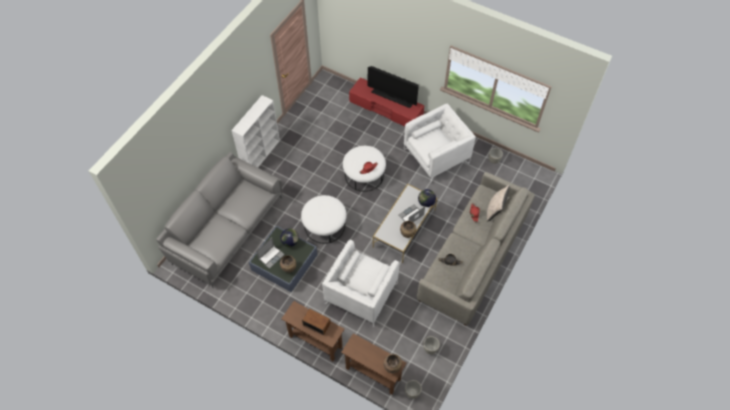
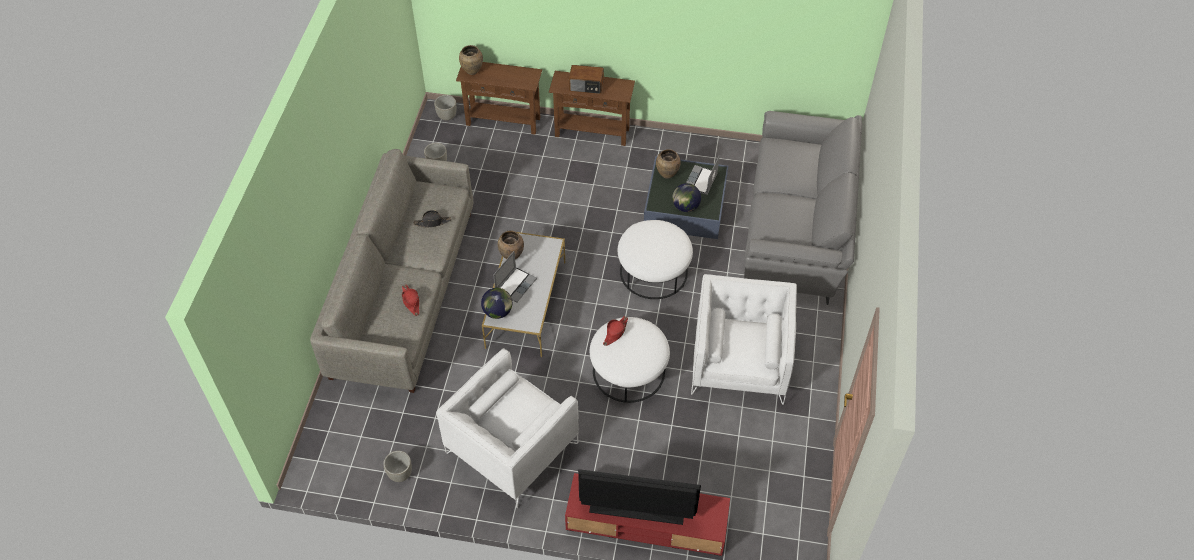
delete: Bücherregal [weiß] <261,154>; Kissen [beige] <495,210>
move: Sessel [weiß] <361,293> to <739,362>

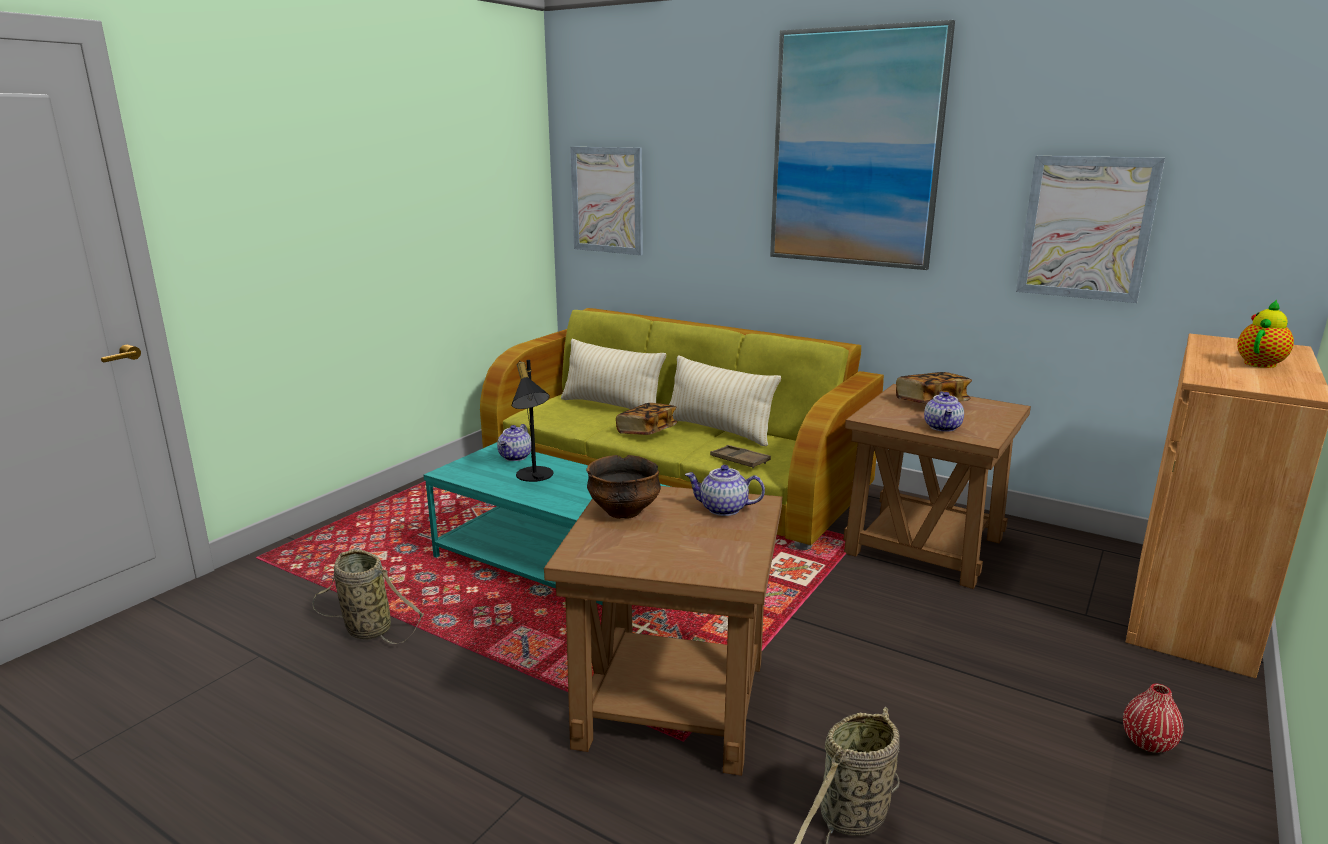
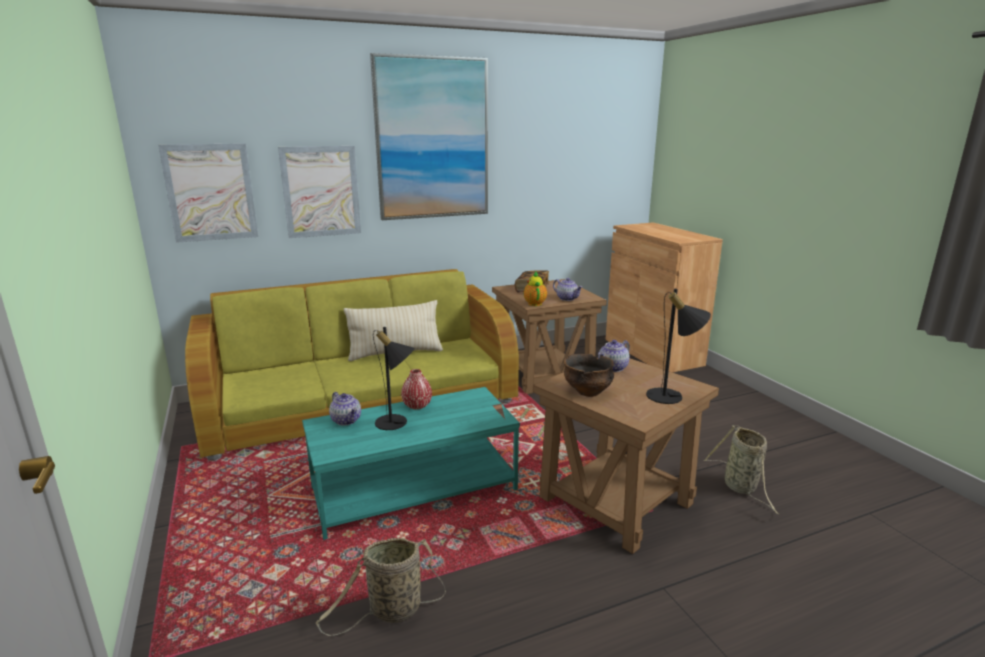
delete: Kissen [beige] <612,406>; Buch <646,431>; Tablett [braun] <739,460>
insert: Tischlampe [schwarz] <671,397>
move: Bild <1086,228> to <321,191>; Vase [rot] <1148,743> to <417,405>; Teekanne <1261,363> to <534,303>

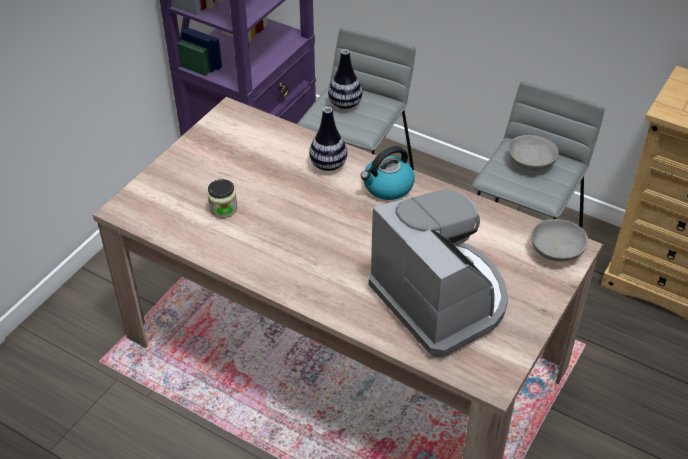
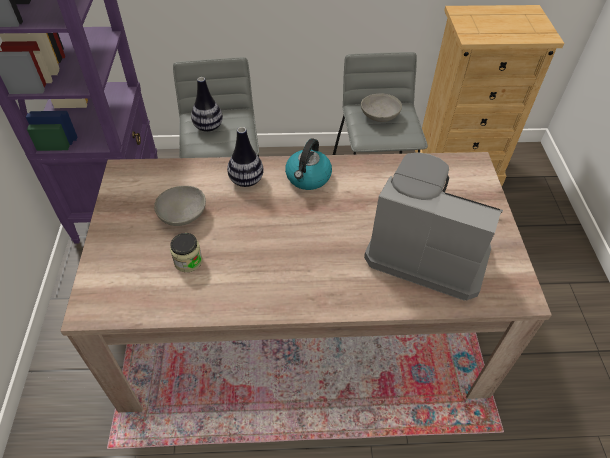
move: Schüssel [grau] <556,251> to <182,215>

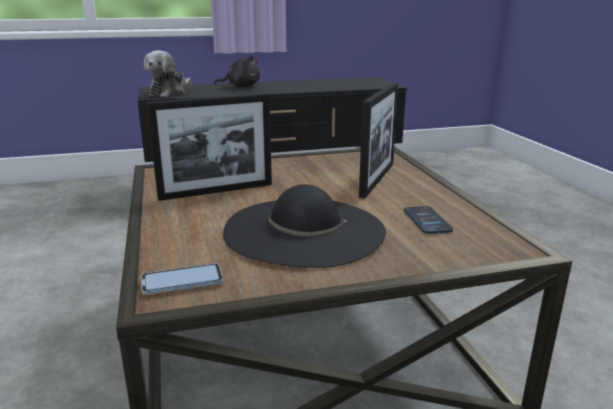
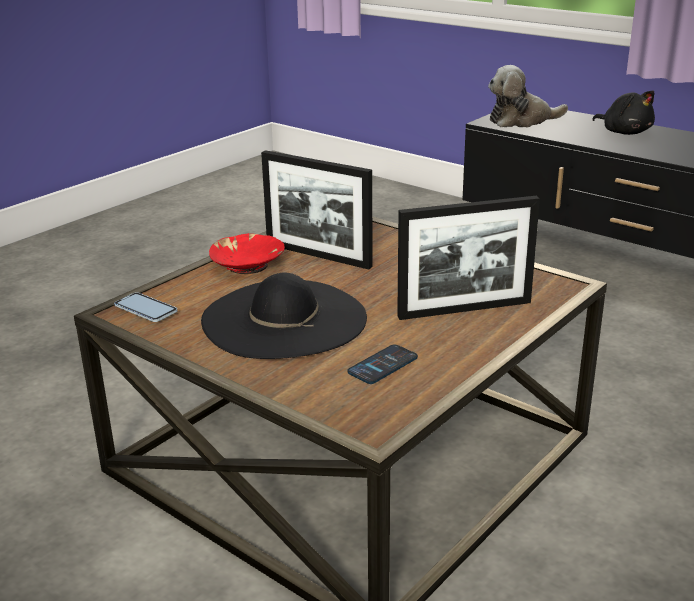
insert: Schüssel [rot] <248,265>

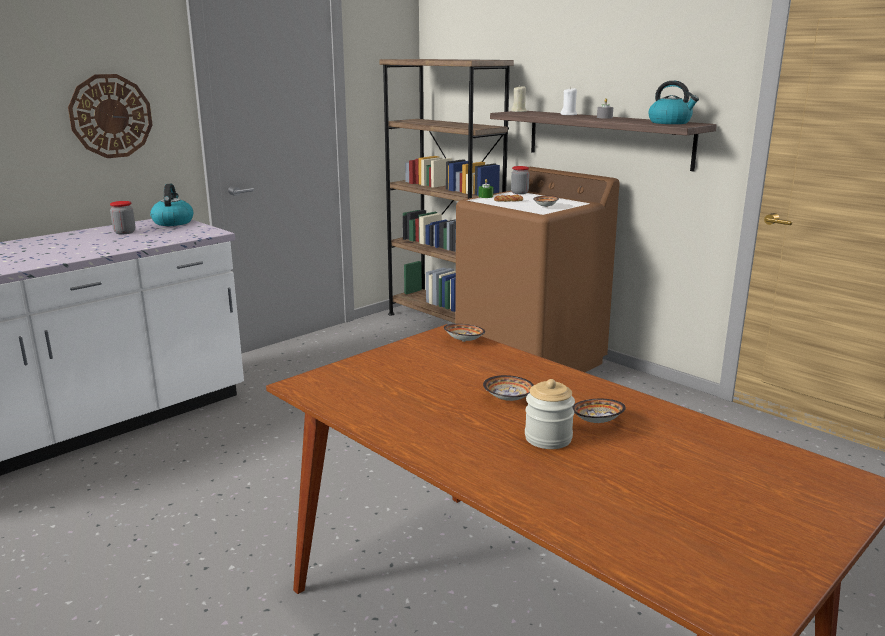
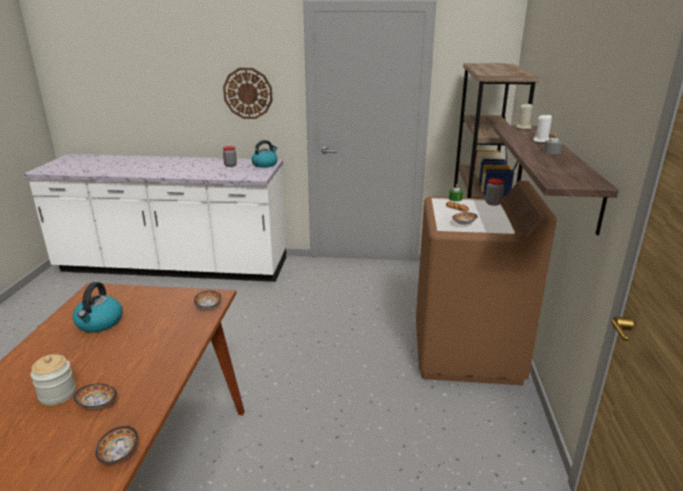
move: Wasserkessel <670,122> to <99,323>; Schüssel <508,399> to <119,454>

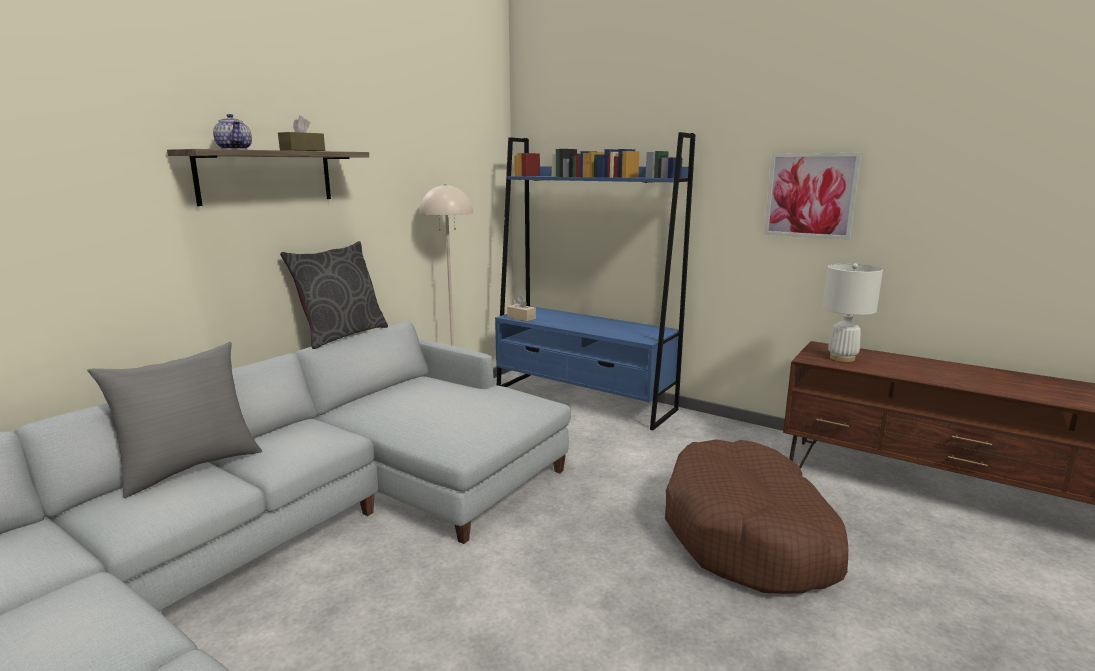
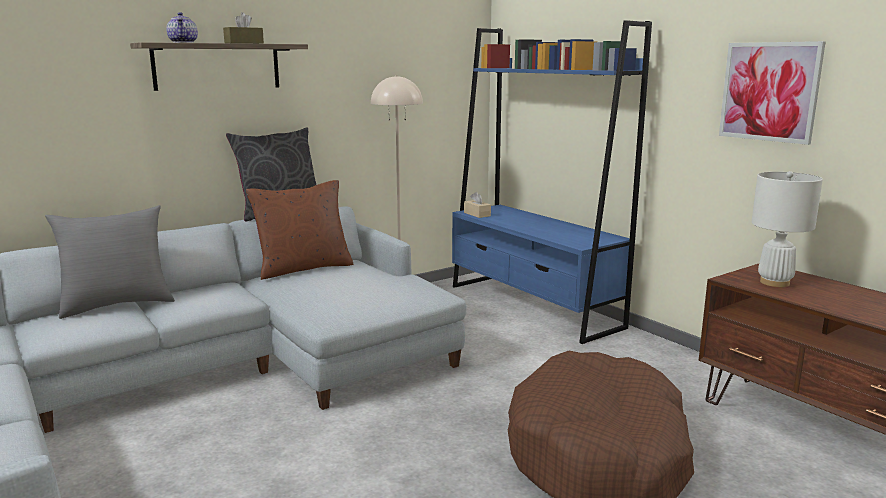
insert: Kissen [braun] <303,268>

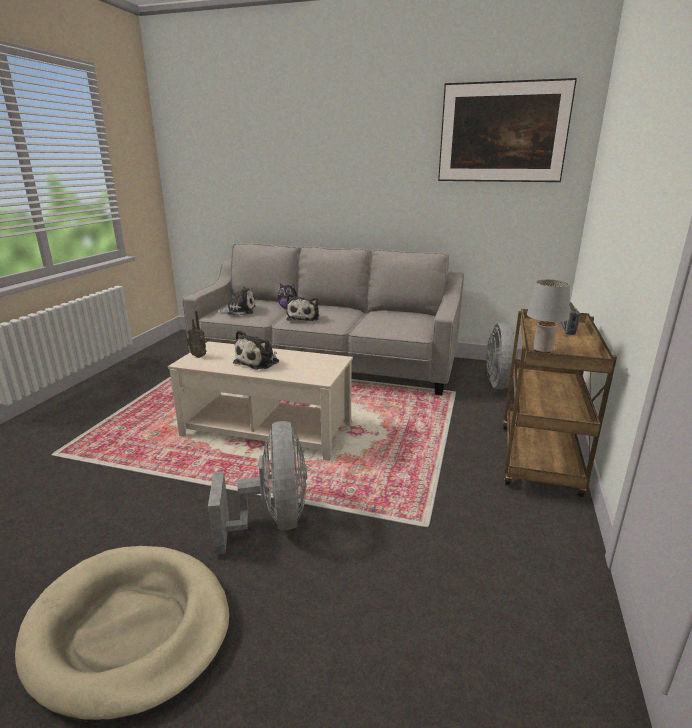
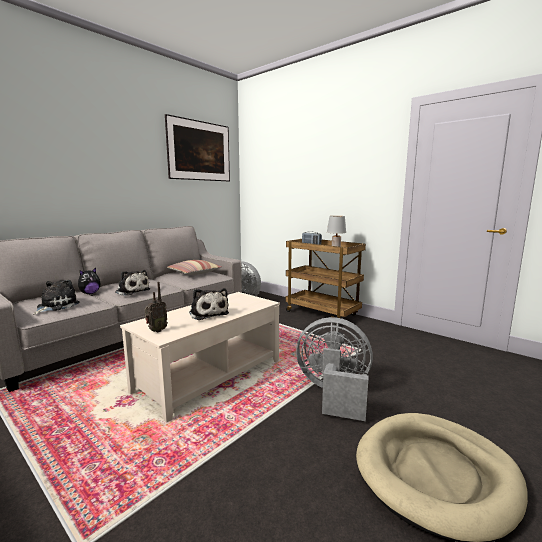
insert: Kissen <194,273>

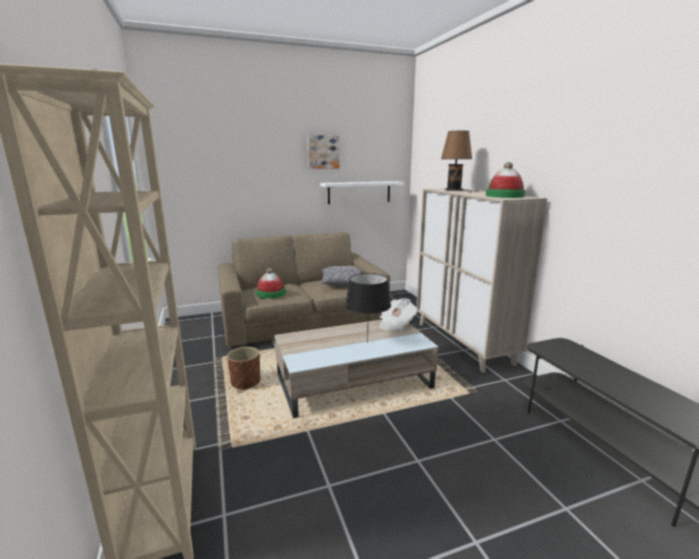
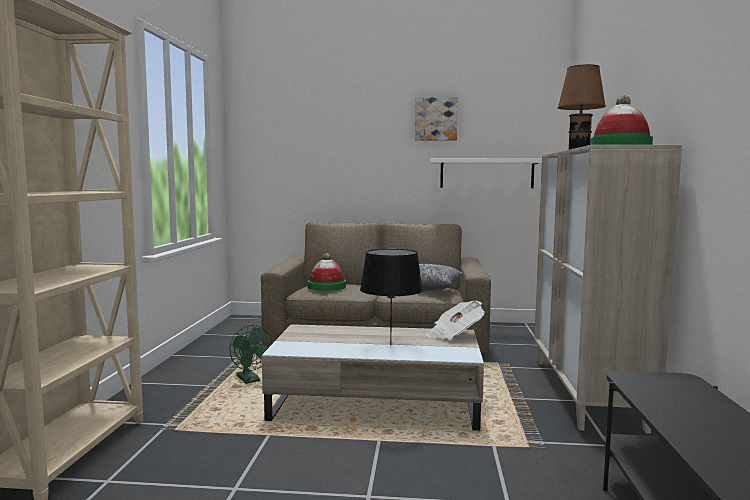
replace: Pflanzkübel [braun] <245,382> to Ventilator [grün] <250,380>

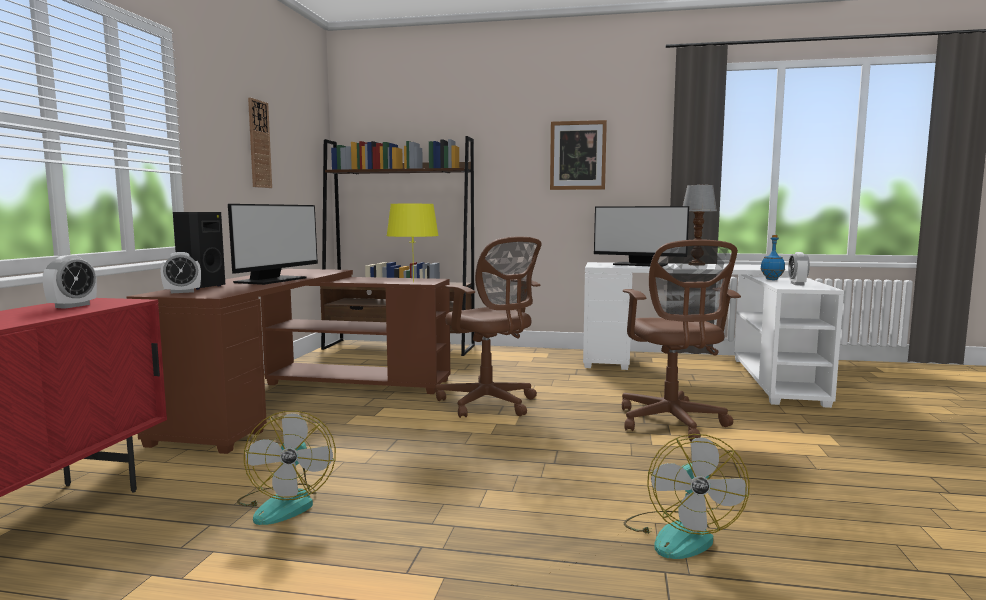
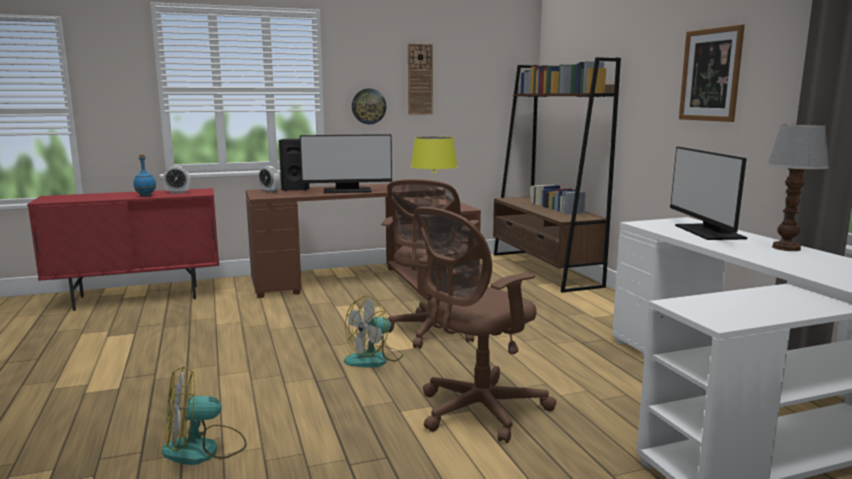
delete: Wecker <797,284>
insert: Wanduhr <368,106>
move: Flasche [blau] <771,279> to <145,196>; Ventilator <285,503> to <374,359>

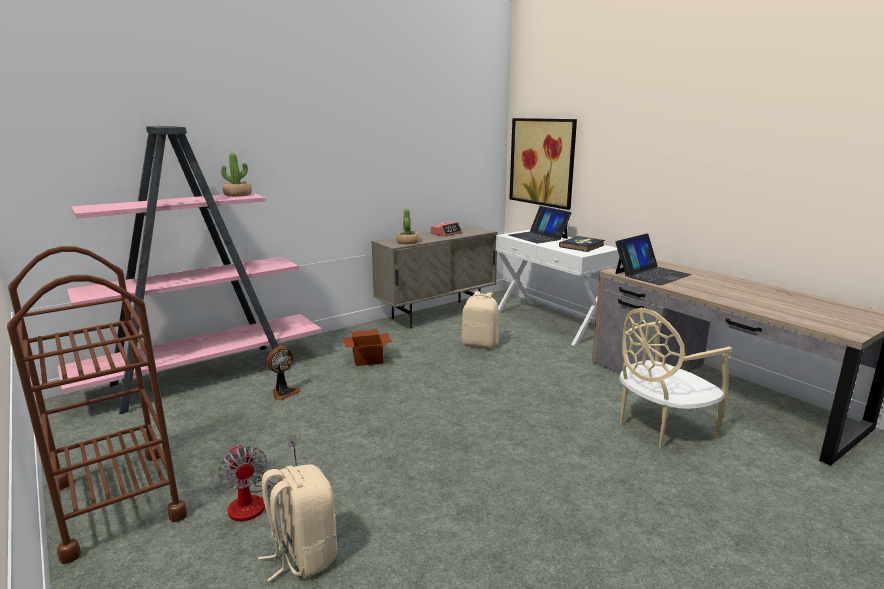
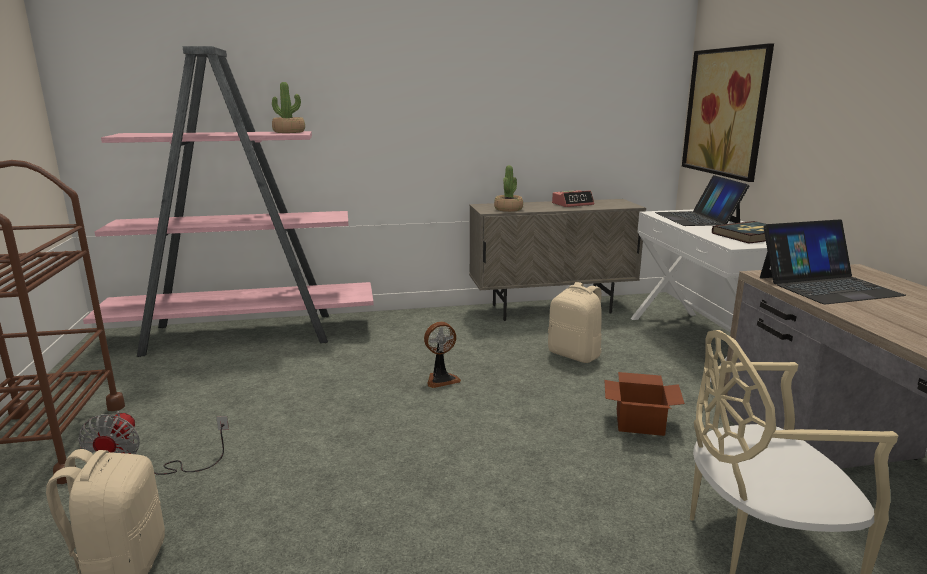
move: Ventilator <284,392> to <441,379>; Karton <368,358> to <640,421>

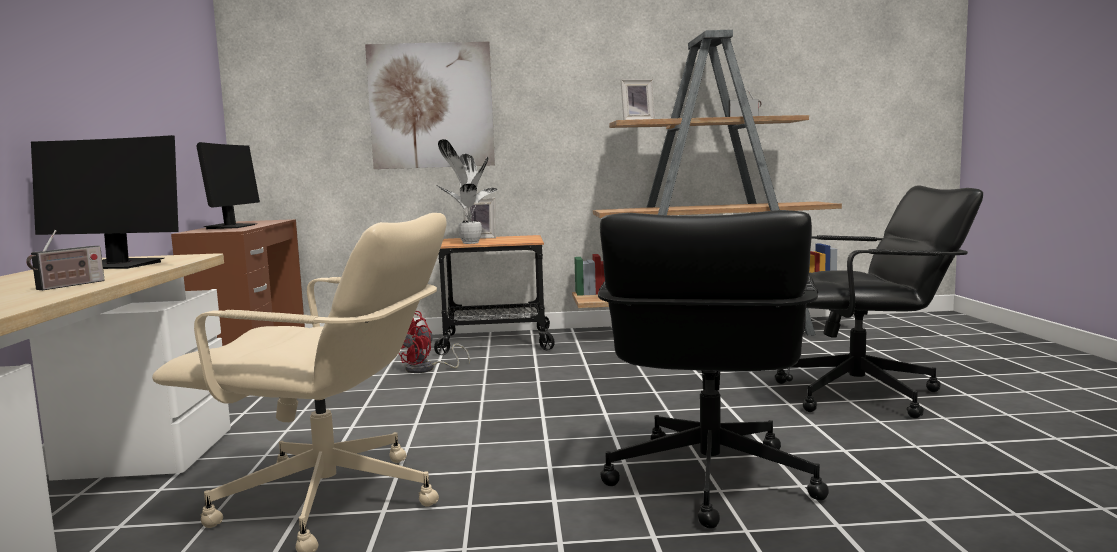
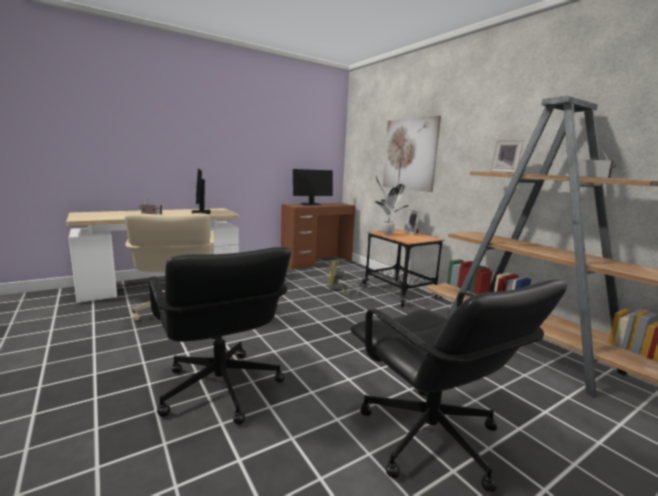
recolor: Ventilator [rot] <426,369> to Ventilator [gelb] <337,290>
rotate: Bürostuhl [schwarz] <708,480> = <220,389> 105 degrees counterclockwise

